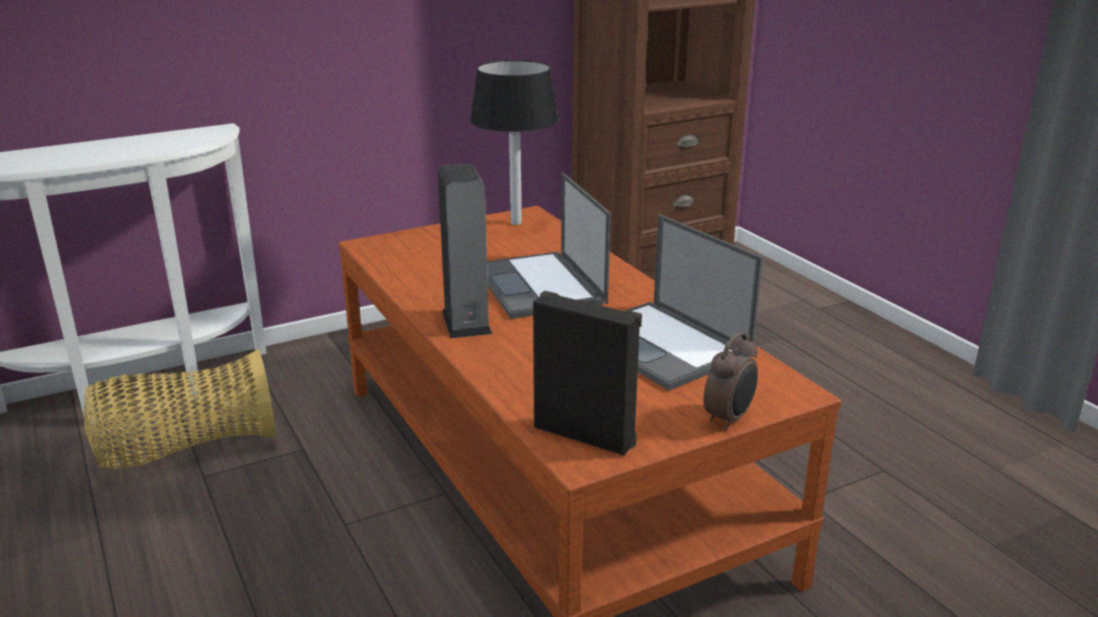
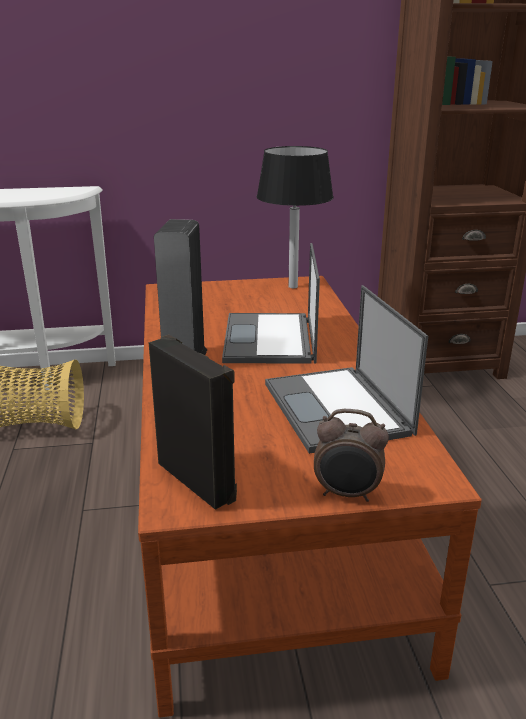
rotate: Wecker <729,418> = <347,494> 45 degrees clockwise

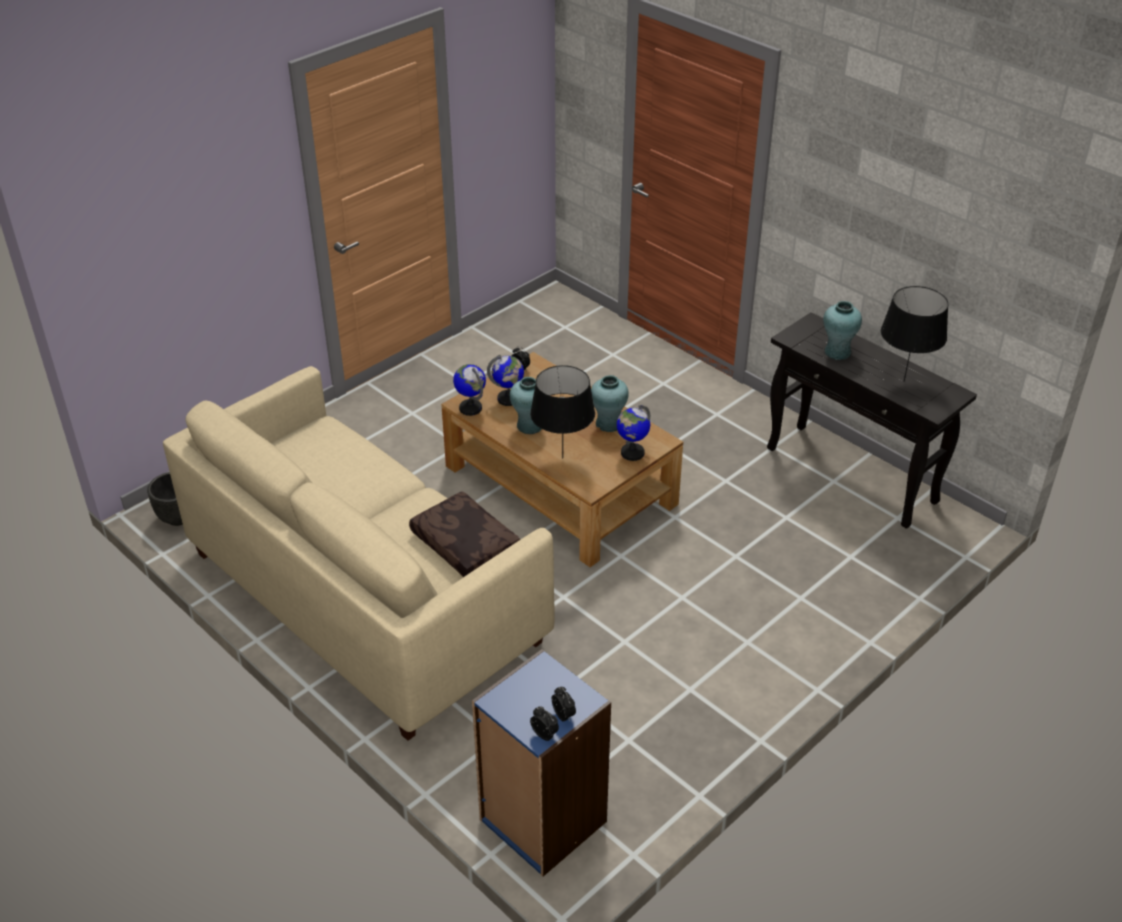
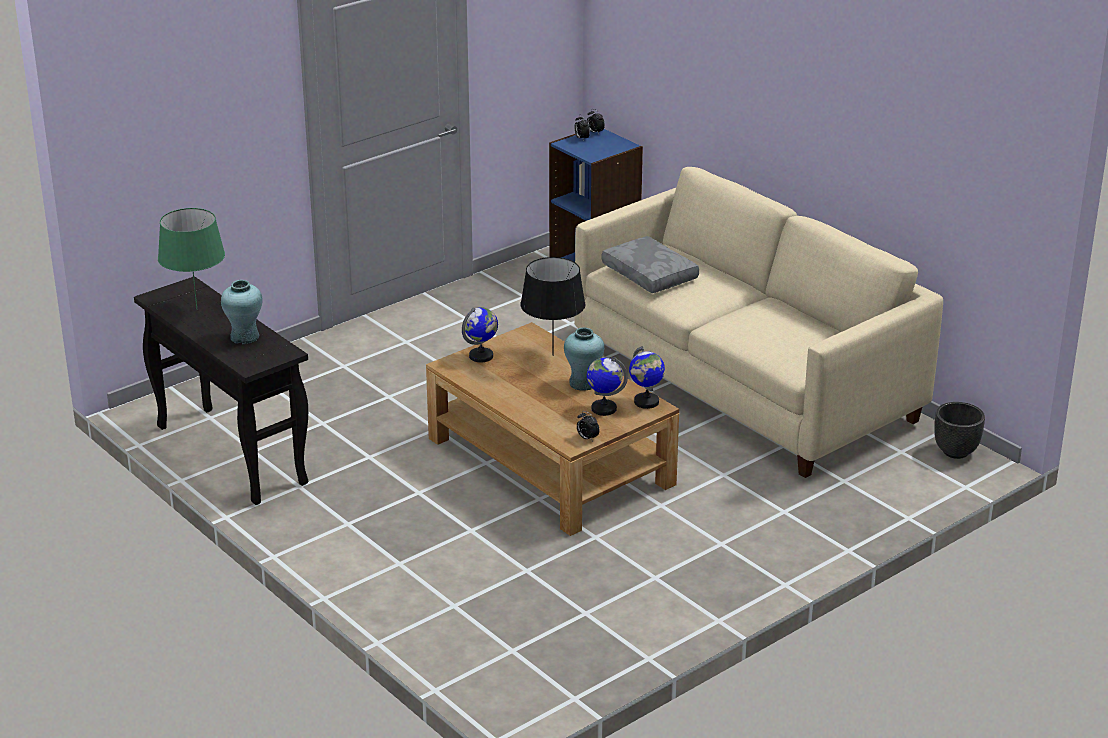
delete: Vase [türkis] <609,424>
recolor: Tischlampe [schwarz] <904,381> to Tischlampe [grün] <196,309>; Kissen [braun] <463,544> to Kissen [grau] <651,274>

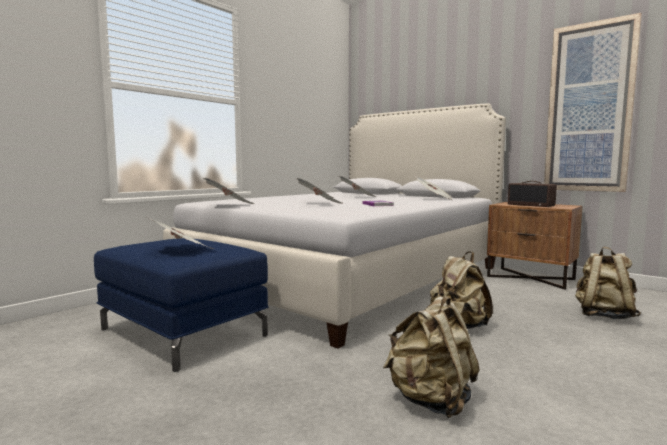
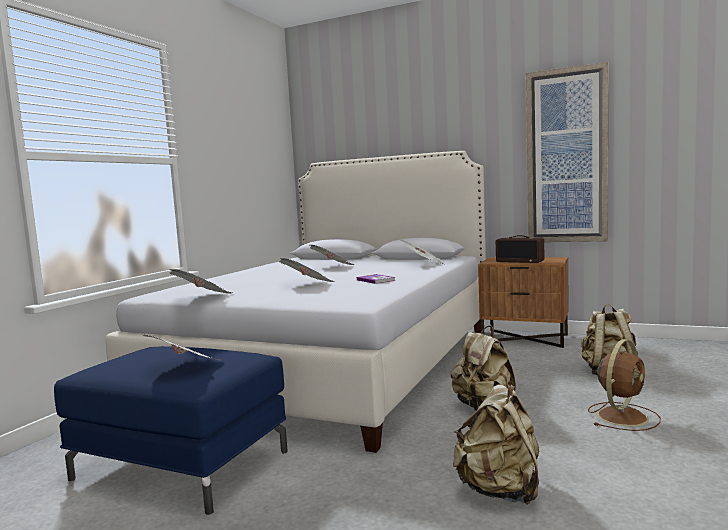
insert: Ventilator [braun] <623,416>

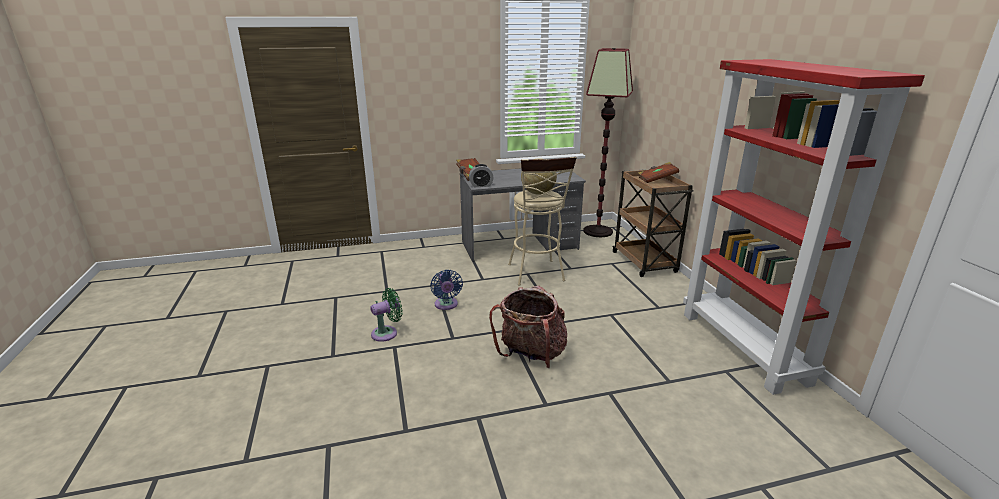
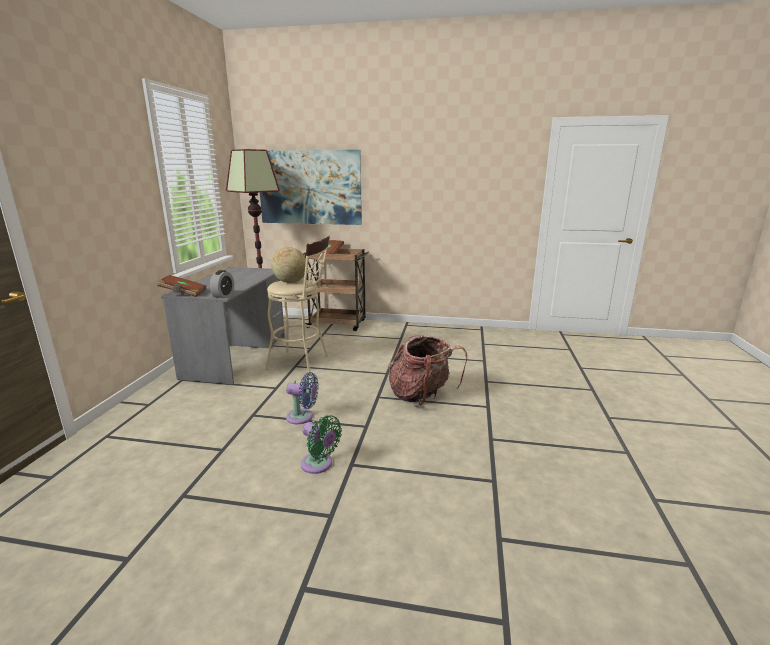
delete: Bücherregal [rot] <744,347>
insert: Bild <309,187>
rotate: Ventilator [grün] <387,333> = <319,465> 135 degrees clockwise

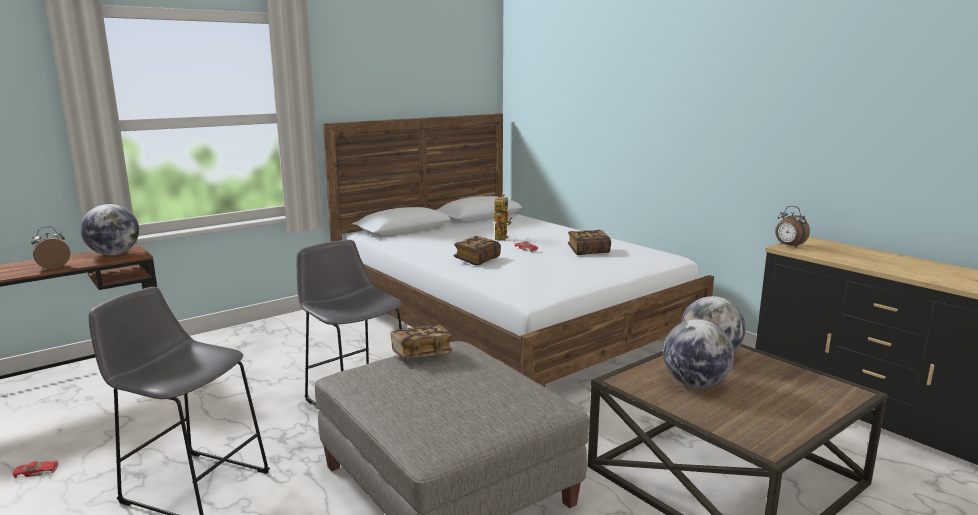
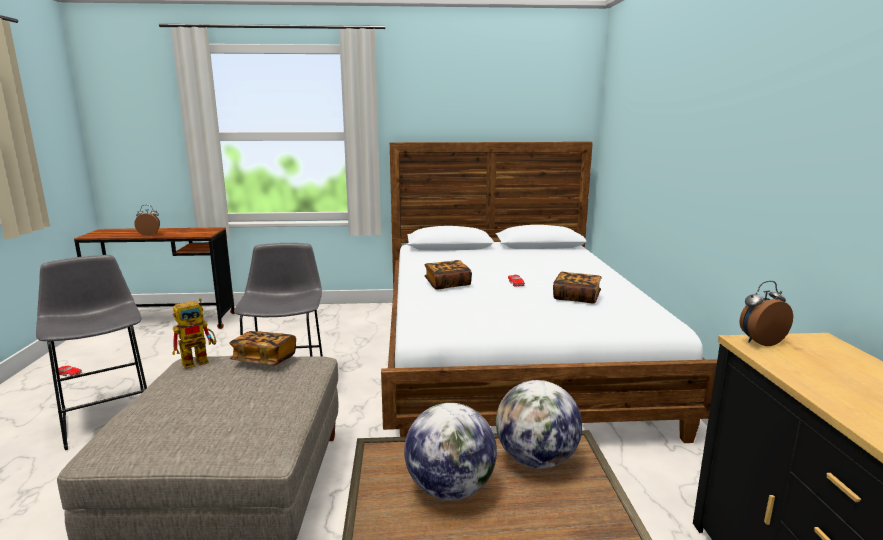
delete: Globus <114,254>
move: Spielzeugroboter <501,237> to <200,360>
rotate: Wecker <788,246> = <759,341> 75 degrees clockwise

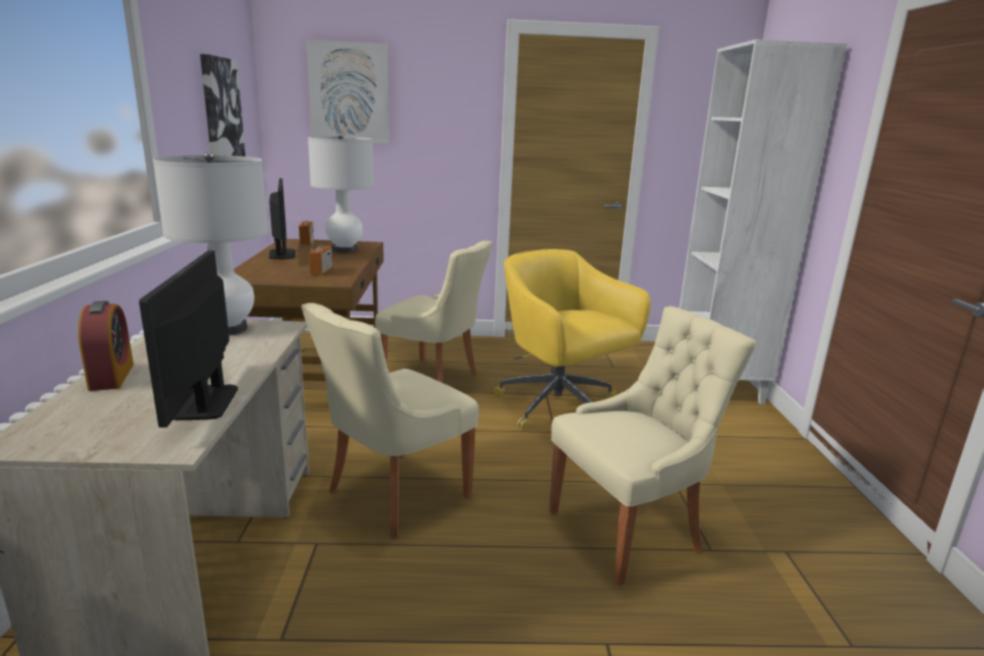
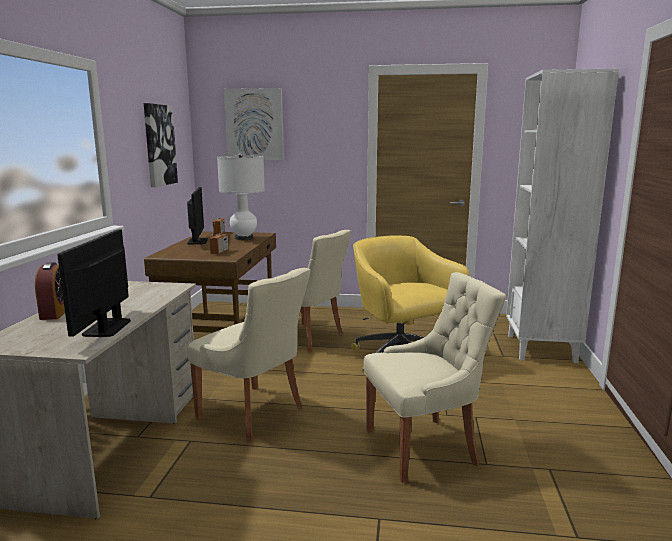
delete: Tischlampe [weiß] <228,329>
rotate: Stuhl [beige] <394,495> = <254,413> 105 degrees counterclockwise

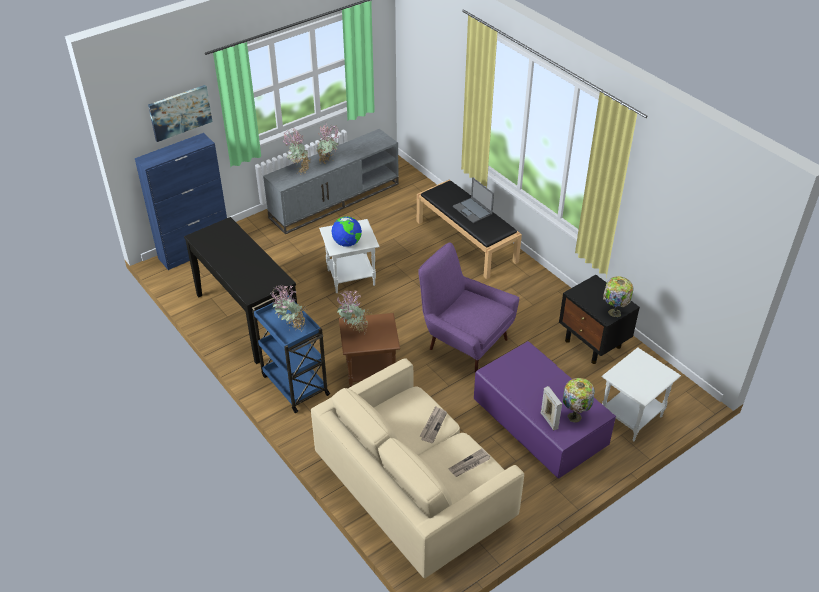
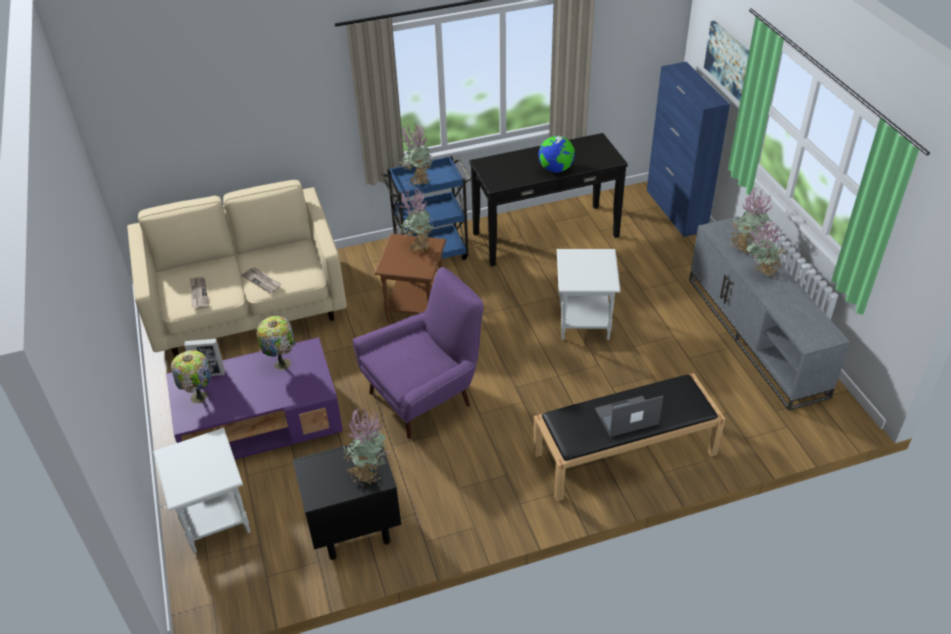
insert: Topfpflanze <368,472>
move: Tischlampe <613,313> to <282,363>; Globus <347,243> to <556,169>

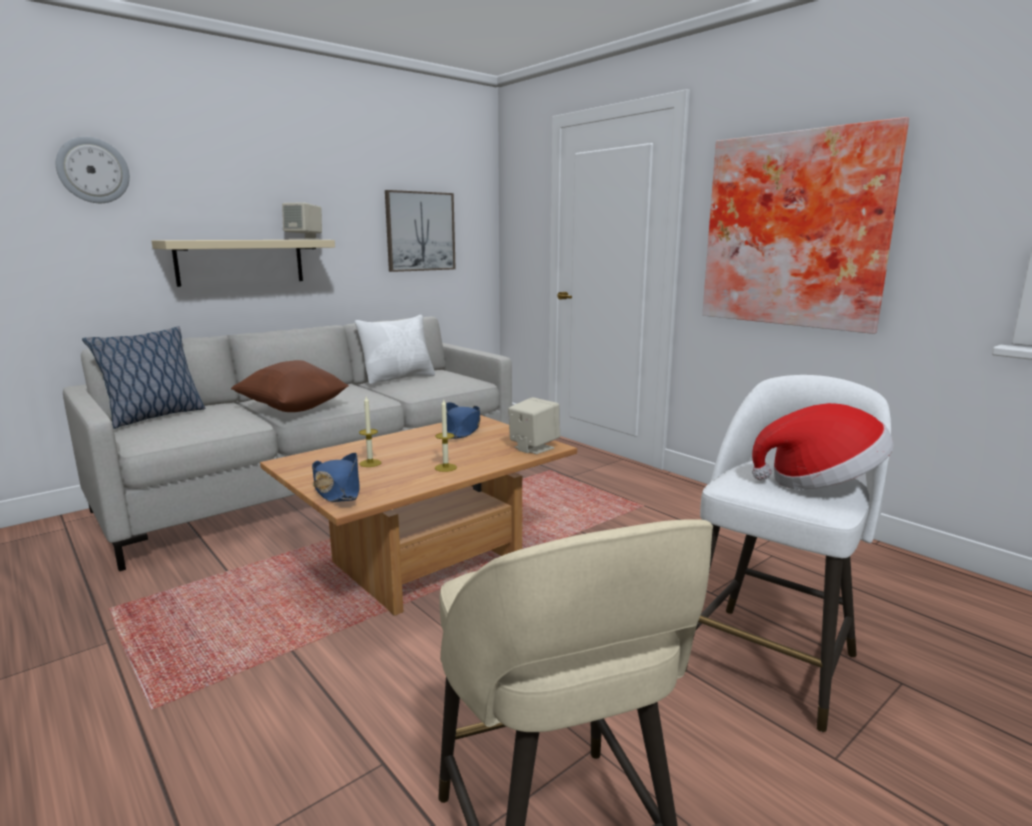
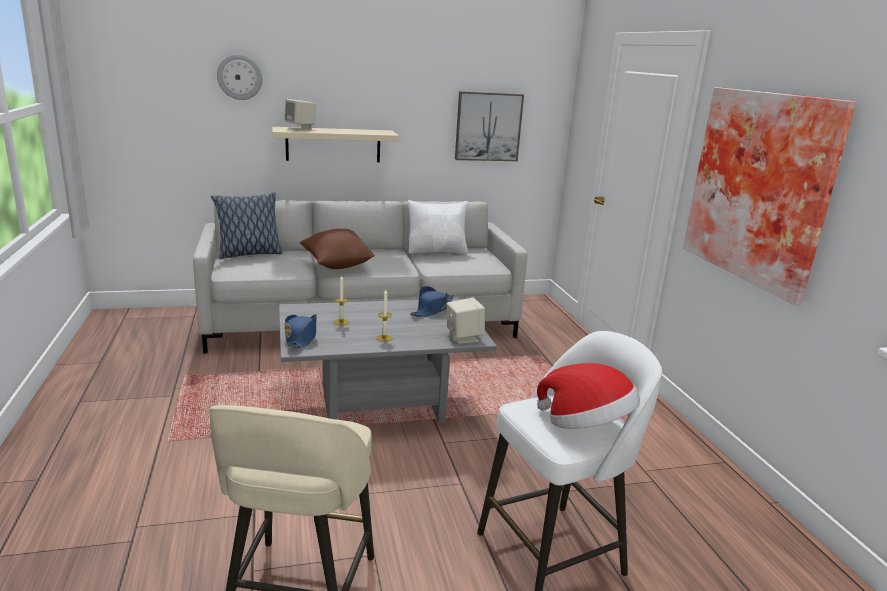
move: Lautsprecher [beige] <304,239> to <301,129>
recolor: Couchtisch [braun] <428,565> to Couchtisch [grau] <380,404>

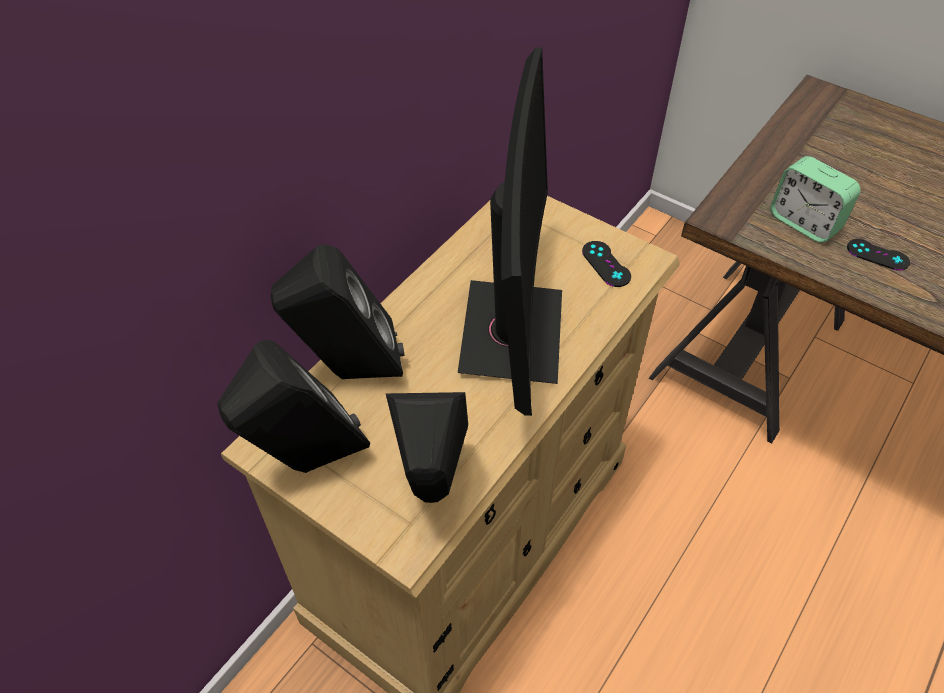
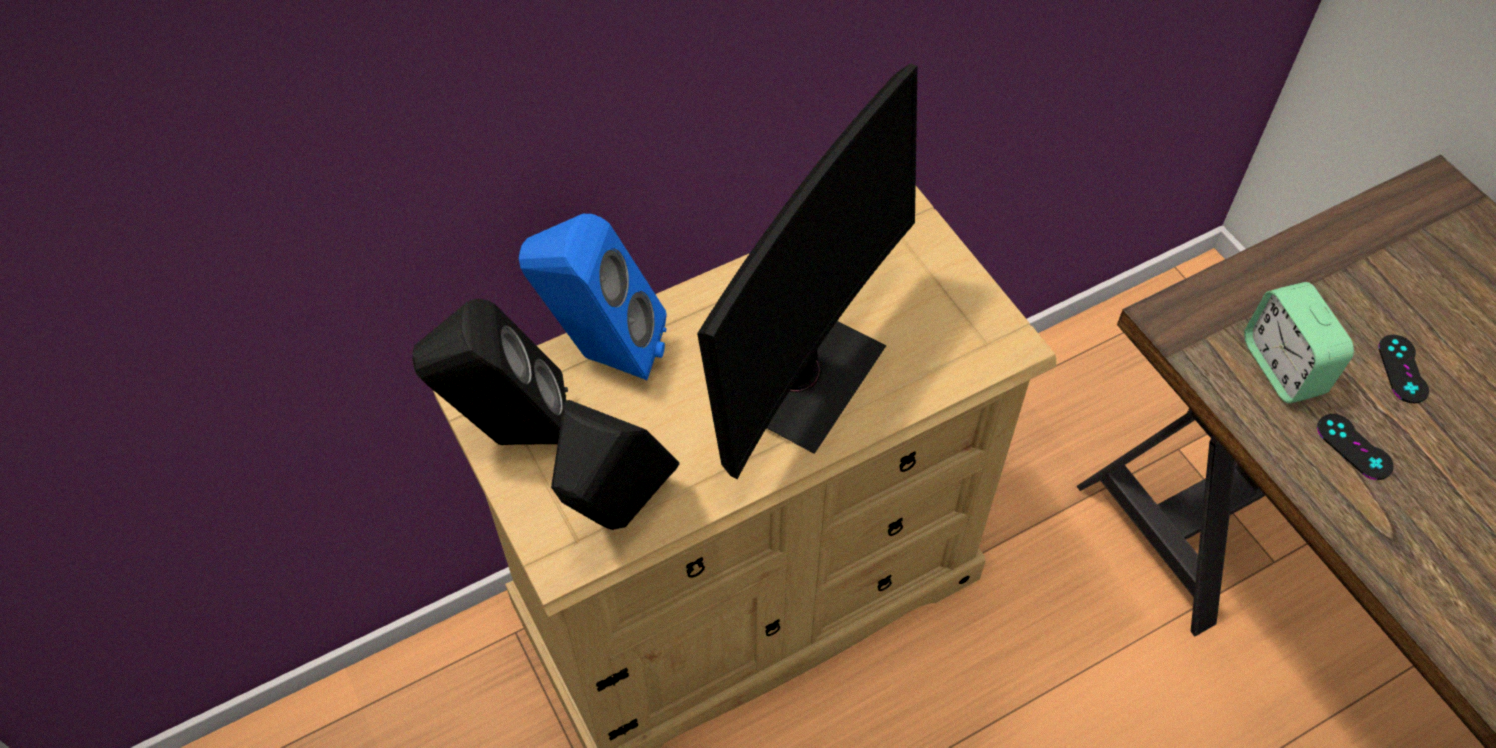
move: Gamepad [schwarz] <606,264> to <1402,369>
recolor: Lautsprecher [schwarz] <349,372> to Lautsprecher [blau] <601,353>

